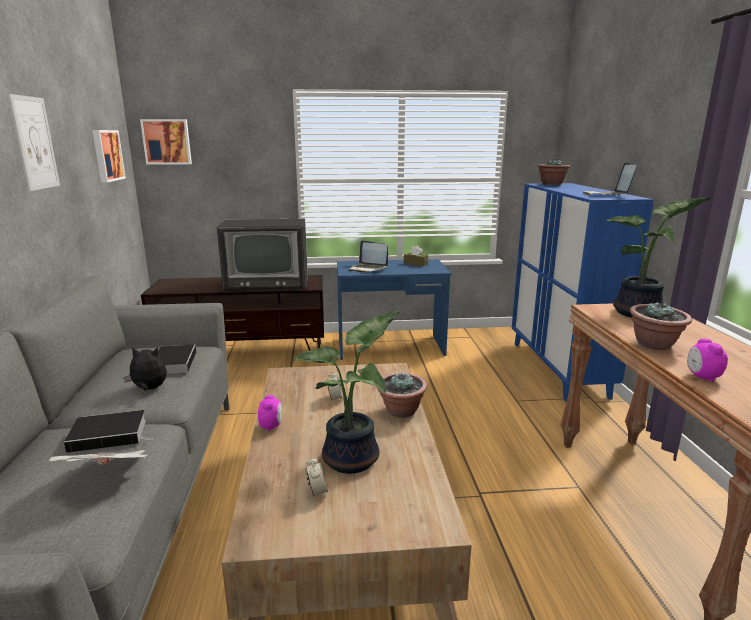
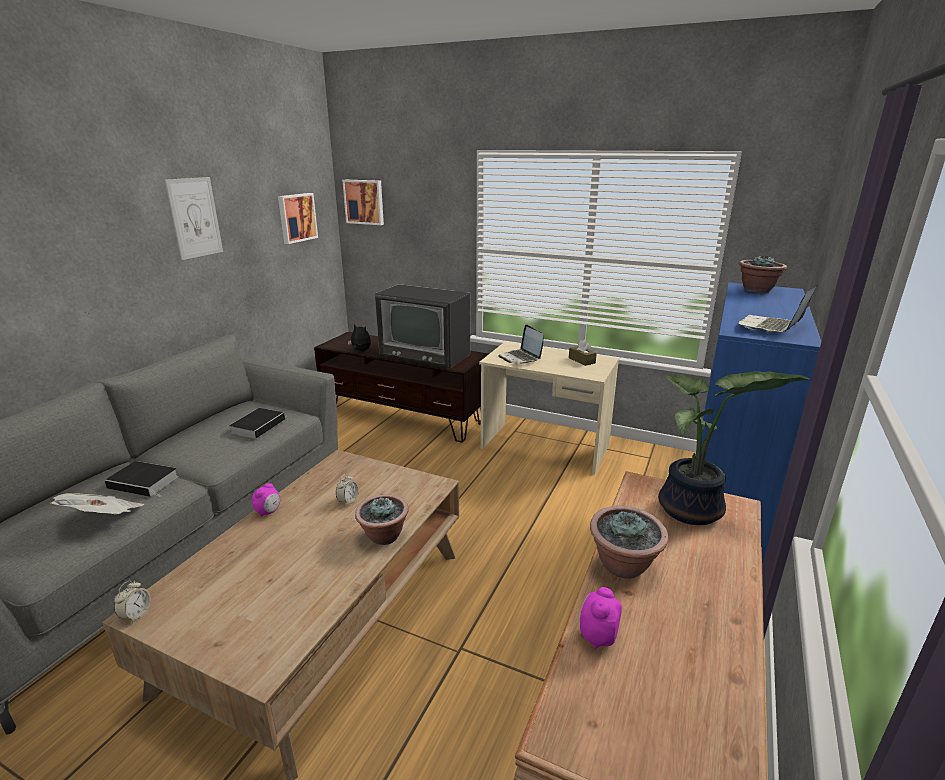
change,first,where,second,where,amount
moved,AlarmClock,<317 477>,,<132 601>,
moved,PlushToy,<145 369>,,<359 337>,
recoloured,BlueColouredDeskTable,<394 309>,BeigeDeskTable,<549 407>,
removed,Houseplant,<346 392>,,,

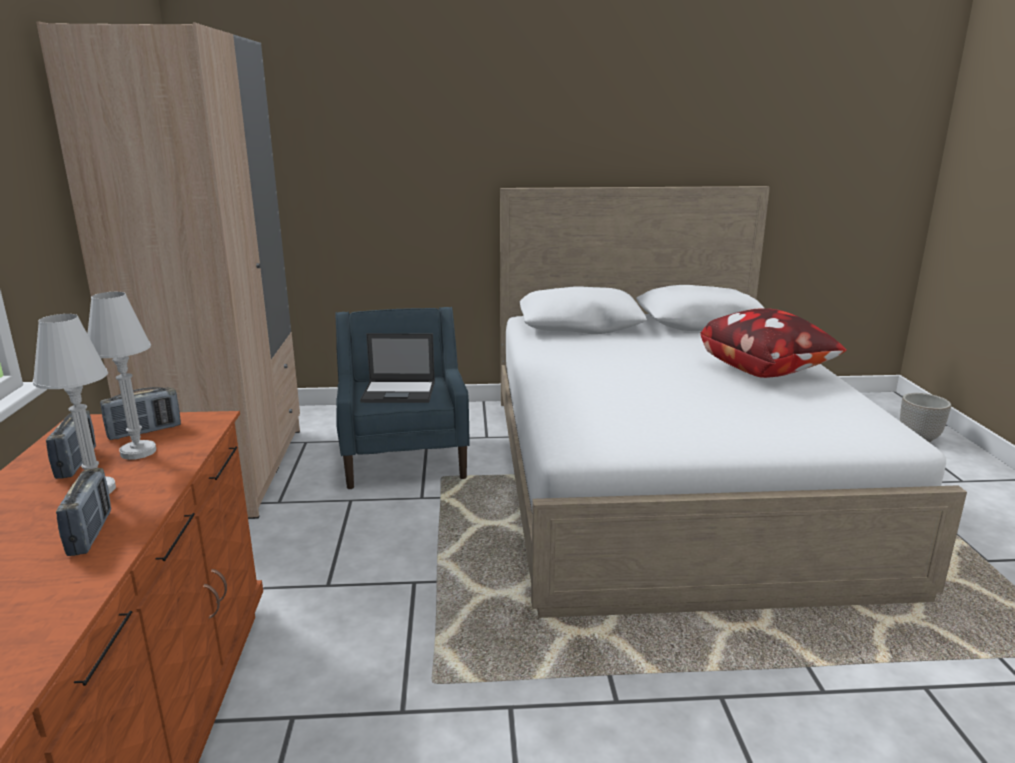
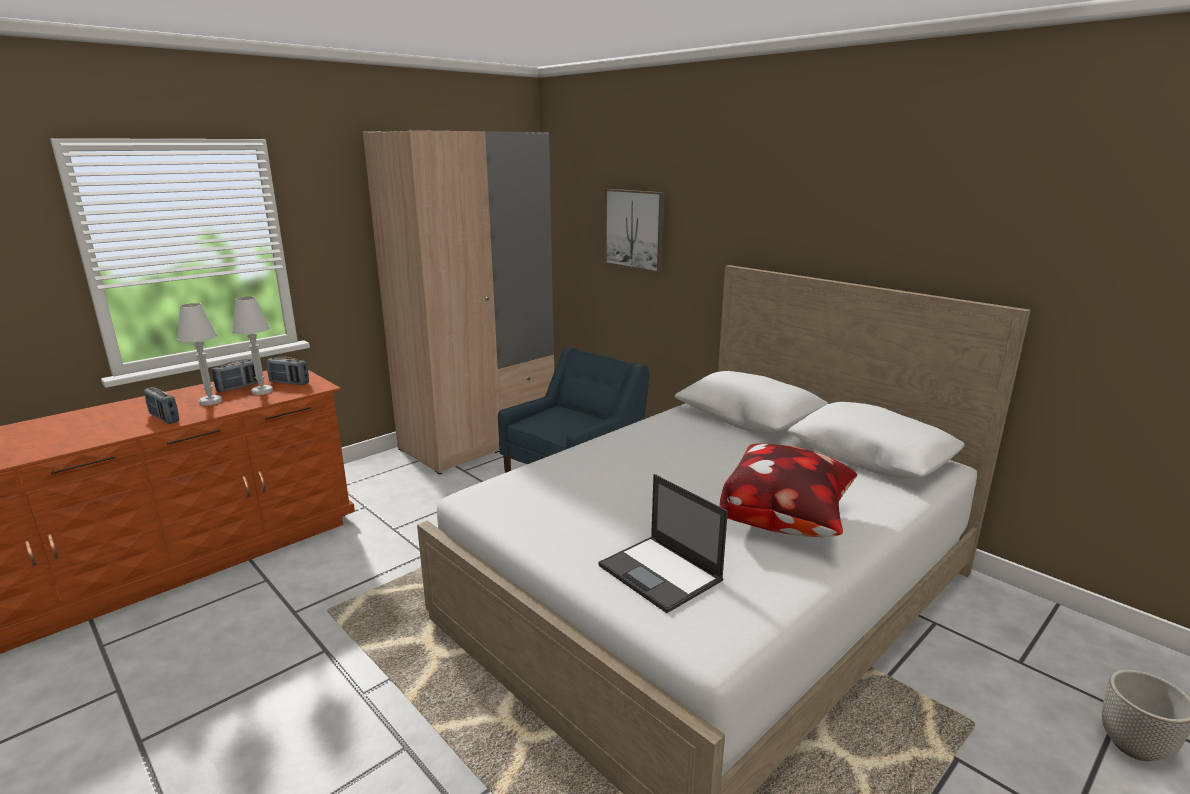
change,first,where,second,where,amount
turned,RadioReceiver,<83 512>,,<161 405>,90 degrees clockwise
moved,NotebookComputer,<397 368>,,<663 543>,
added,,,WallPicture,<634 231>,

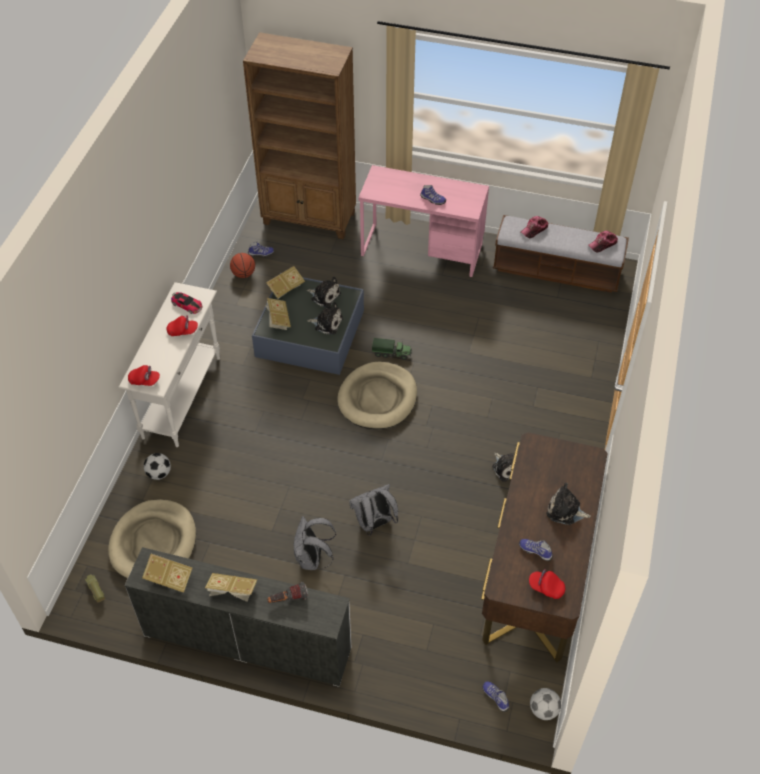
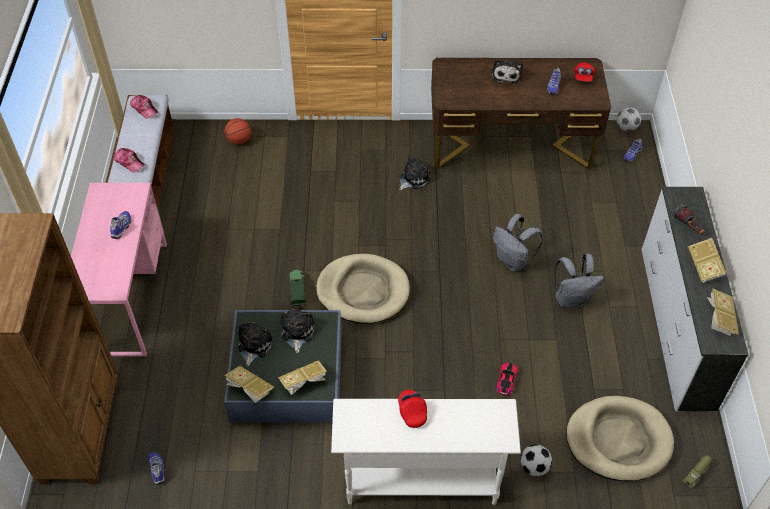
change,first,where,second,where,amount
moved,Basketball,<242 265>,,<238 131>,
moved,ModelCar,<187 303>,,<507 379>,
removed,ReddishBaseballCap,<144 375>,,,

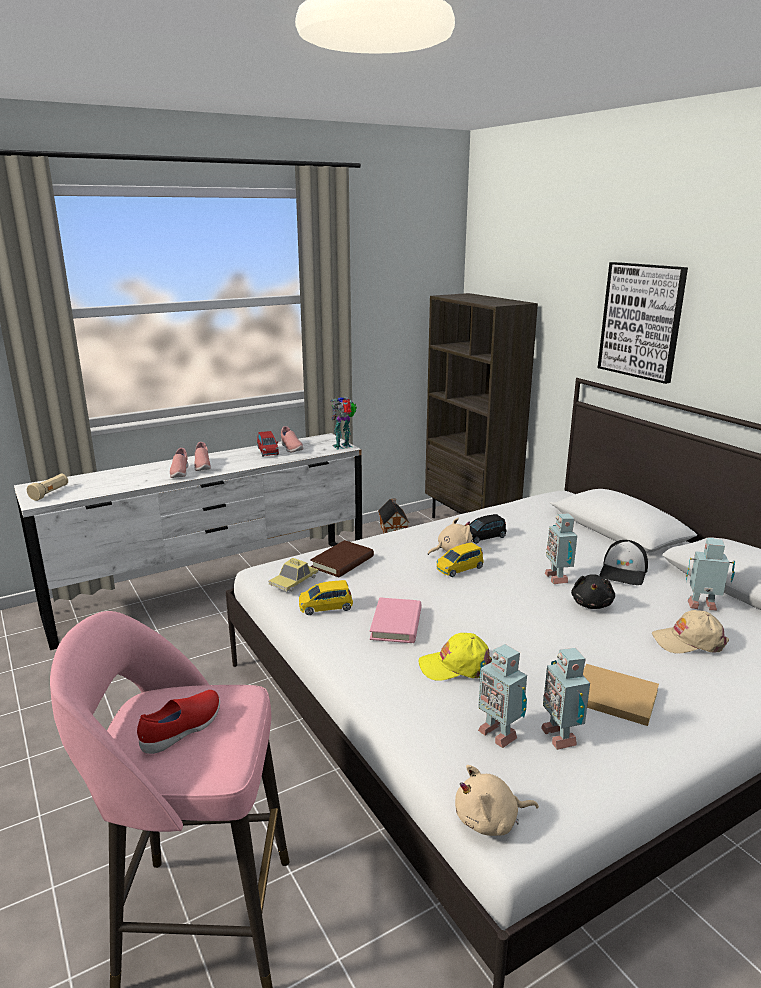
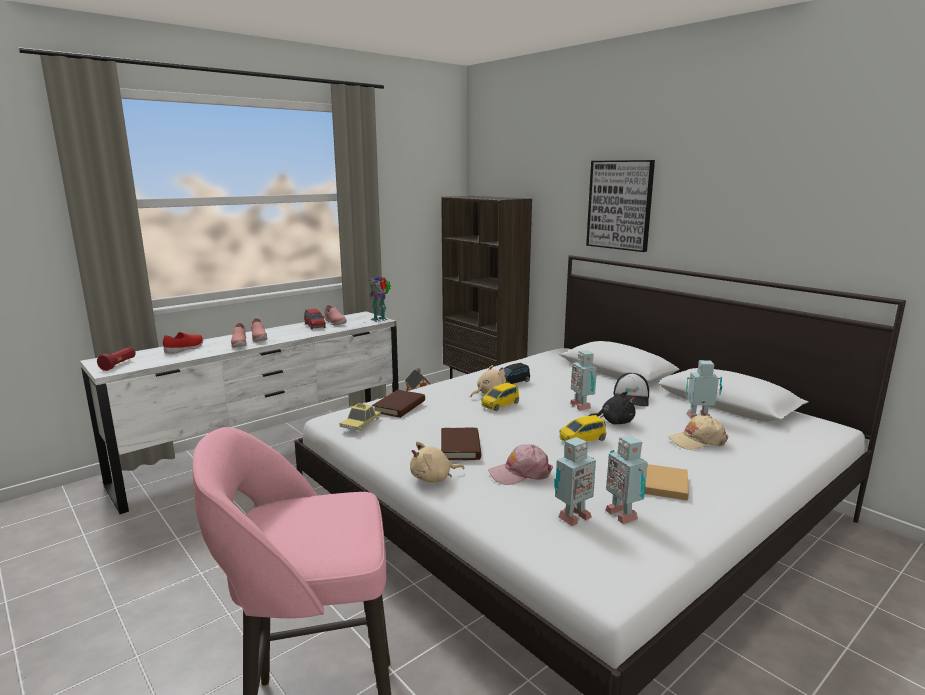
change,first,where,second,where,amount
recoloured,BeigeHandTorch,<47 487>,ReddishHandTorch,<116 359>,
moved,ReddishShoe,<178 722>,,<183 343>,
moved,BeigePlushToy,<497 800>,,<437 462>,
recoloured,PinkVolume,<396 620>,BrownishVolume,<461 444>,
recoloured,YellowBaseballCap,<455 657>,PinkBaseballCap,<520 464>,
turned,ToyRobot,<502 696>,,<575 481>,75 degrees counterclockwise
moved,YellowModelCar,<326 597>,,<583 428>,
turned,BlackPlushToy,<593 591>,,<612 408>,90 degrees counterclockwise

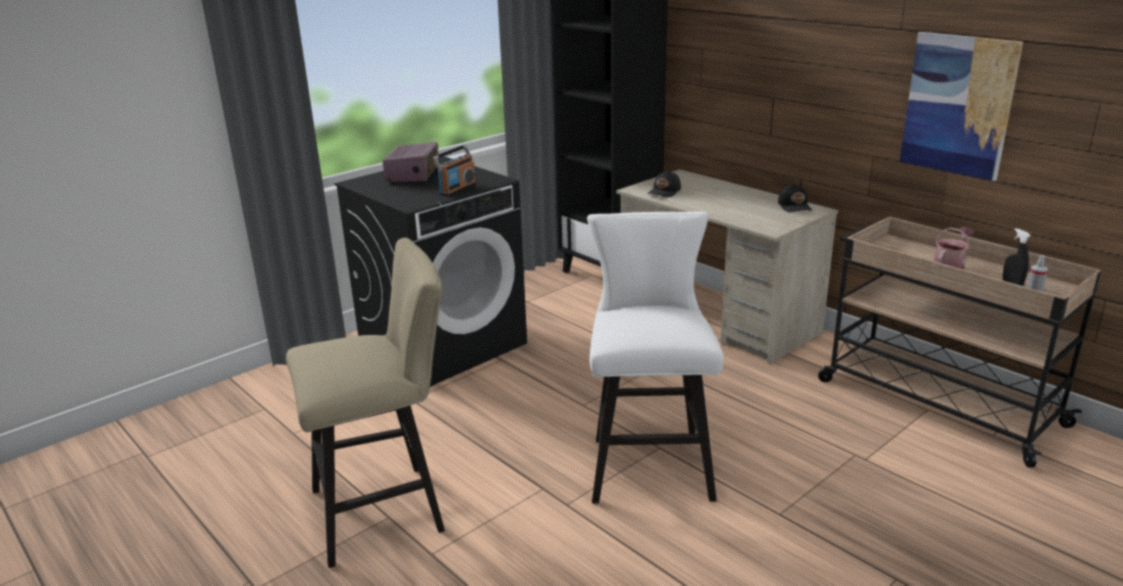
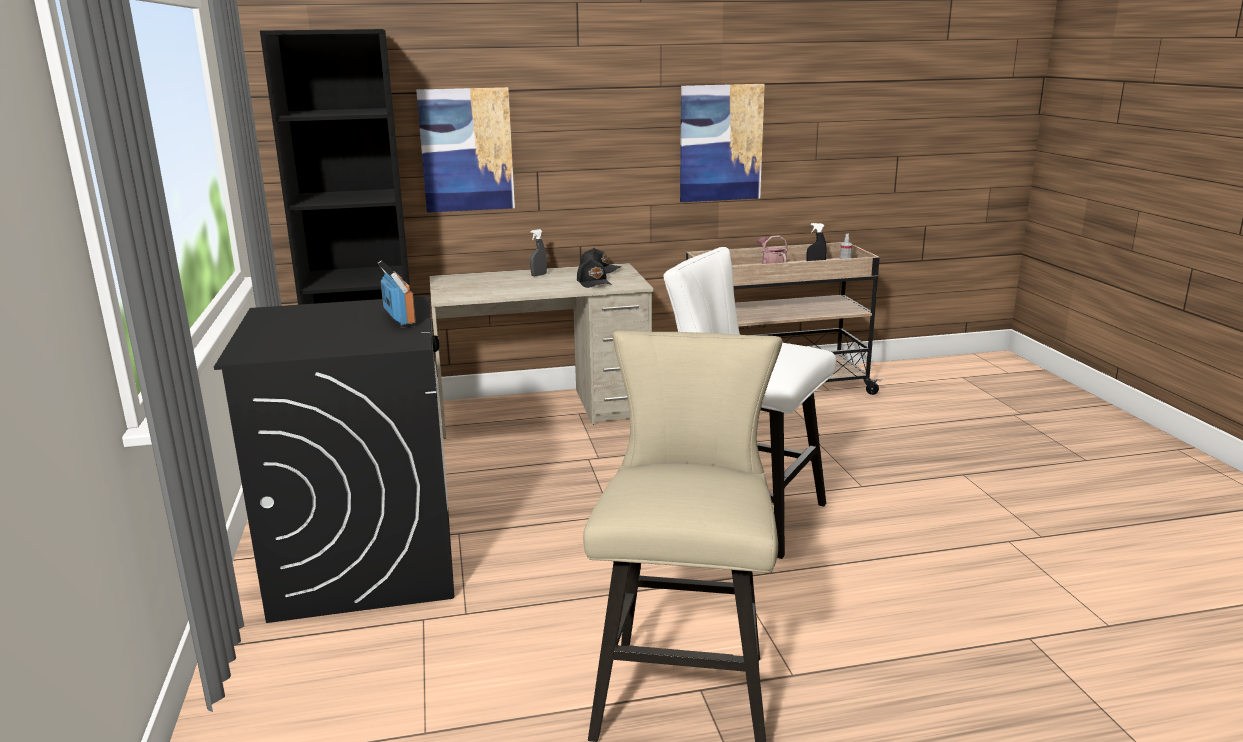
change,first,where,second,where,amount
added,,,WallPicture,<465 150>,
added,,,GreySprayBottle,<538 252>,
moved,BlackBaseballCap,<664 183>,,<594 273>,
removed,RadioReceiver,<411 162>,,,

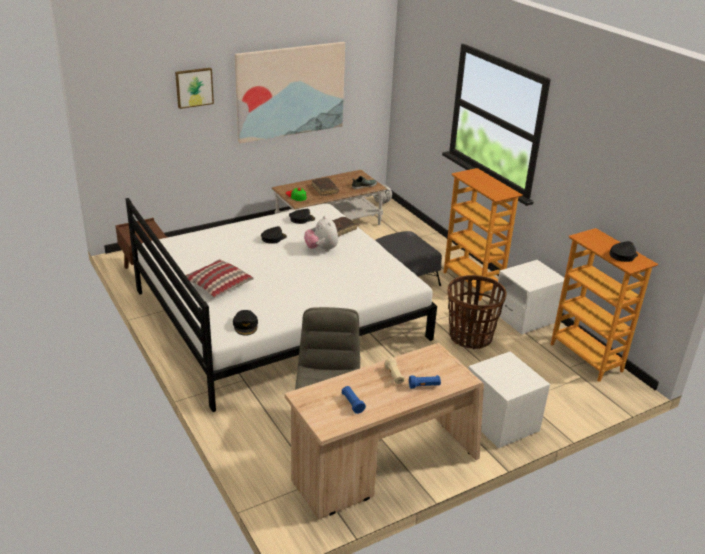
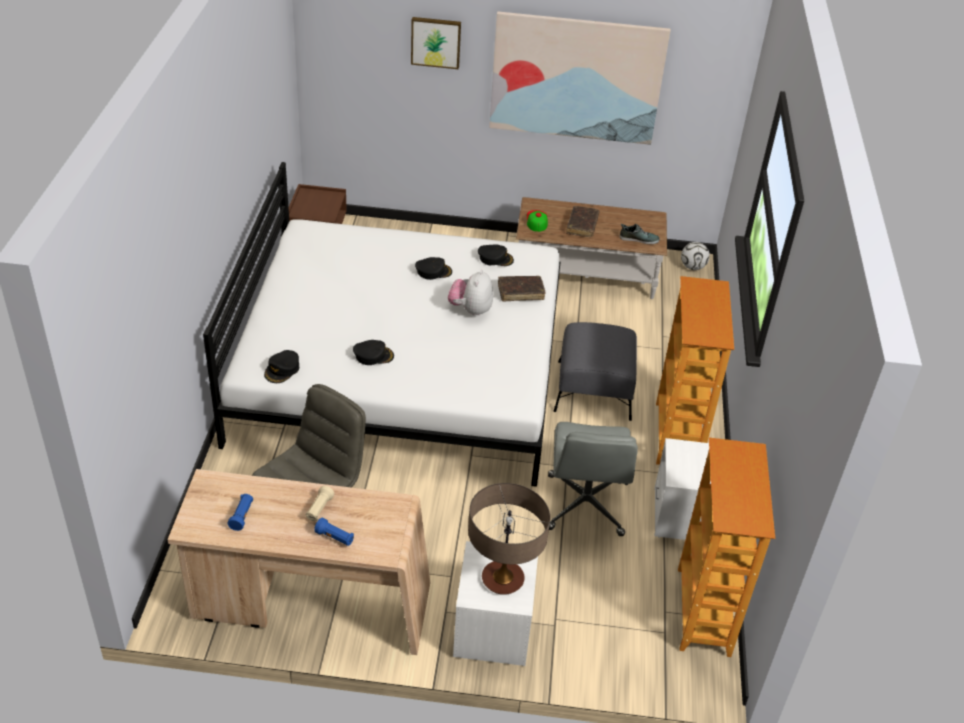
change,first,where,second,where,amount
moved,BlackBaseballCap,<623 251>,,<373 352>,
added,,,LampForATable,<509 539>,
replaced,HouseholdBasket,<477 312>,GreyComputerChair,<593 479>,
removed,ThrowPillow,<219 278>,,,

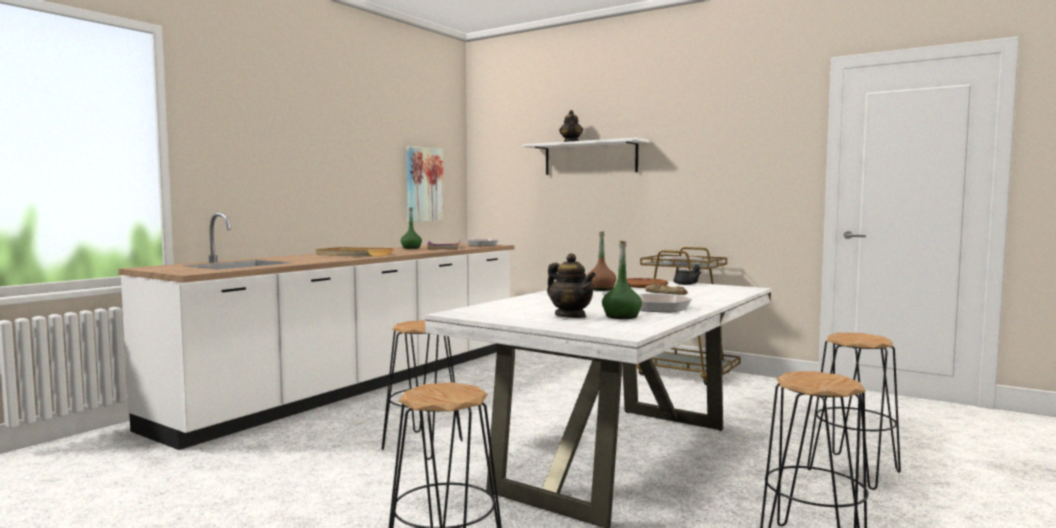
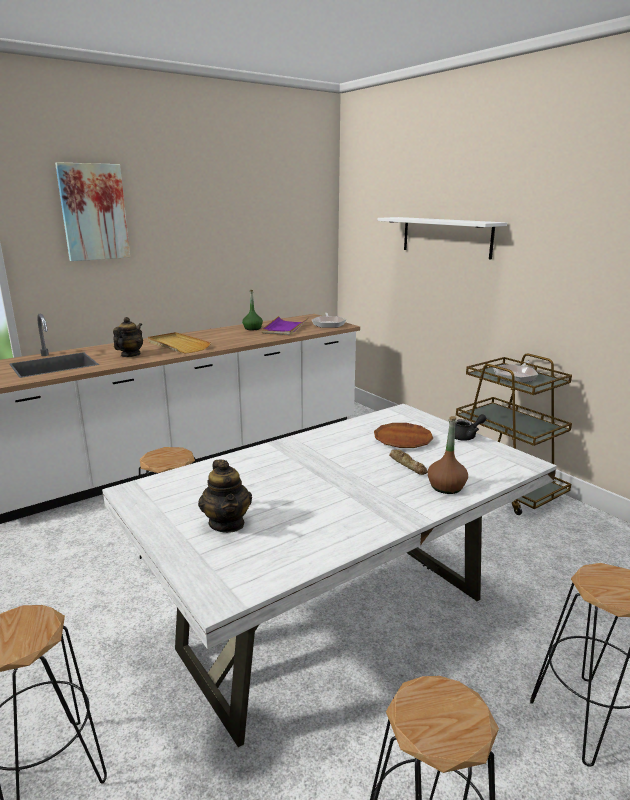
change,first,where,second,where,amount
moved,WallPicture,<425 184>,,<92 211>,
moved,Teapot,<571 126>,,<128 337>,
moved,BrownishDrinkBottle,<601 261>,,<448 455>,
removed,GreenishDrinkBottle,<622 279>,,,
removed,Skillet,<647 302>,,,

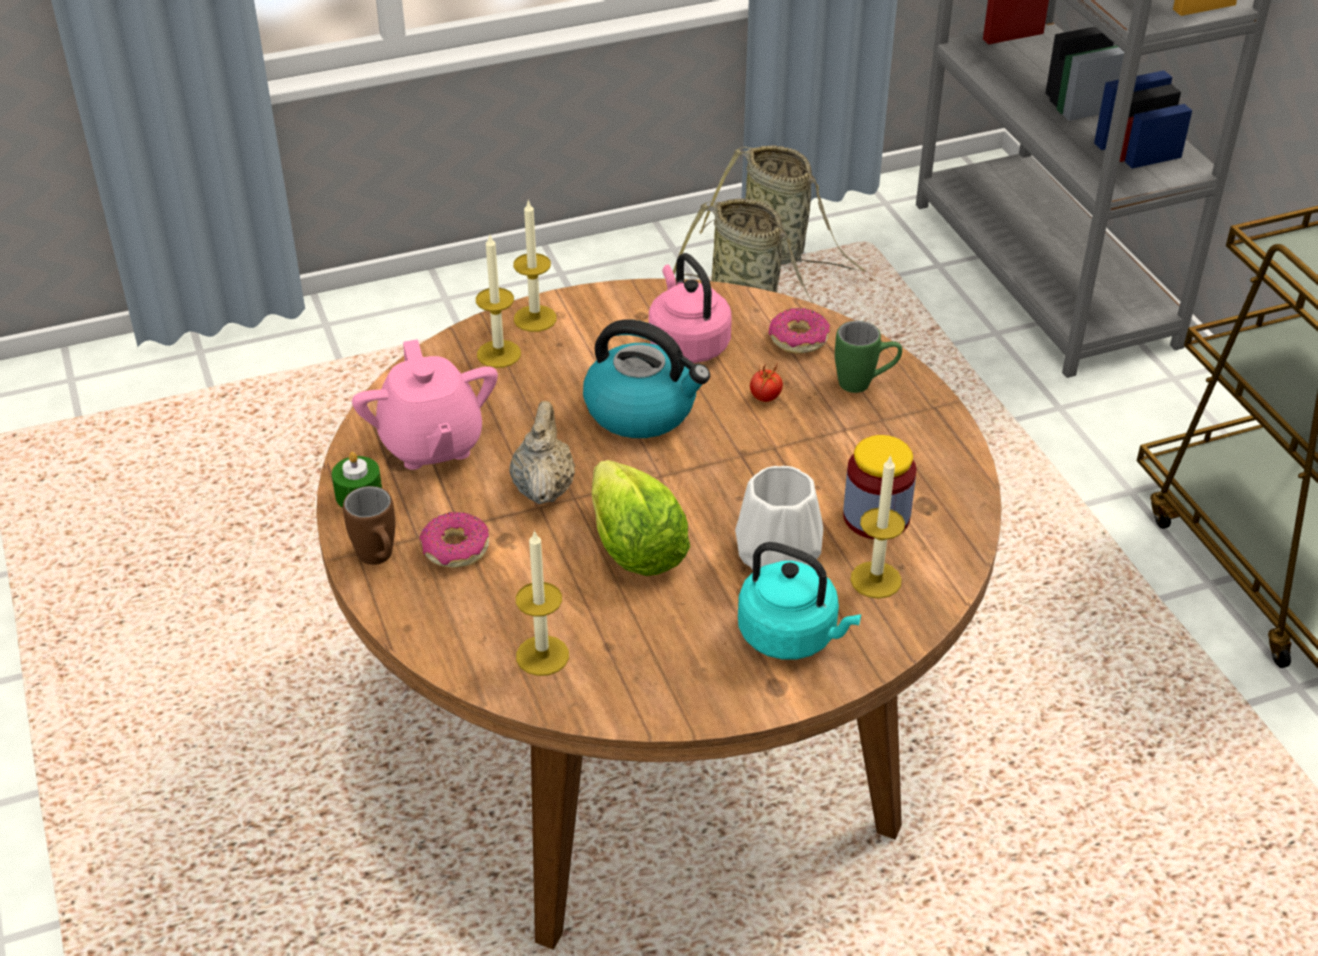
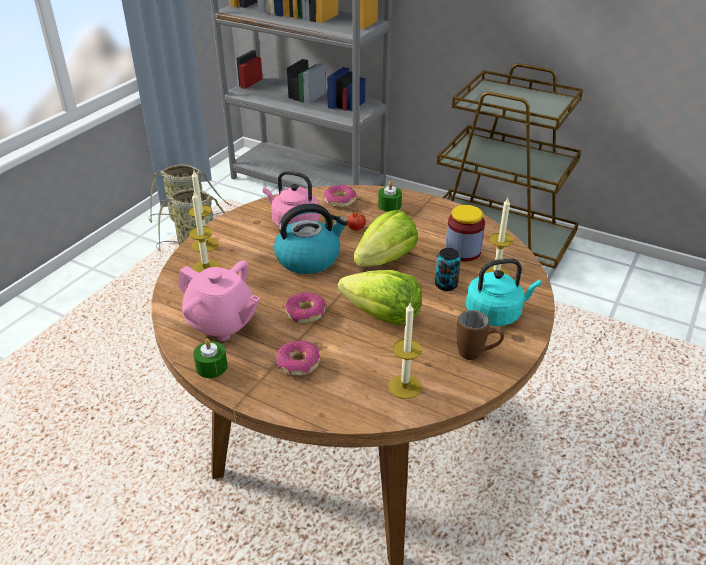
change,first,where,second,where,amount
replaced,BeigeTeapot,<542 452>,Doughnut,<306 308>,
added,,,Lettuce,<385 238>,
replaced,GreenishTeaMug,<868 357>,GreenishWaxLight,<390 196>,
replaced,WhitishDecorativeVase,<779 518>,MetalCan,<448 269>,
moved,BrownishTeaMug,<369 525>,,<480 335>,

